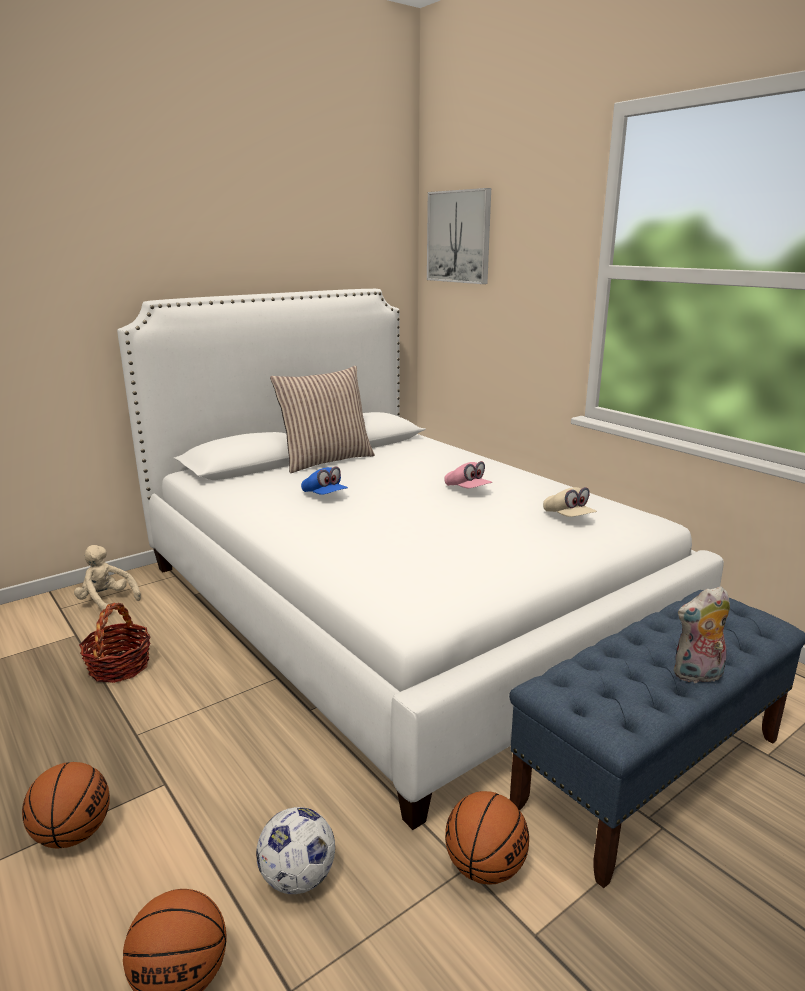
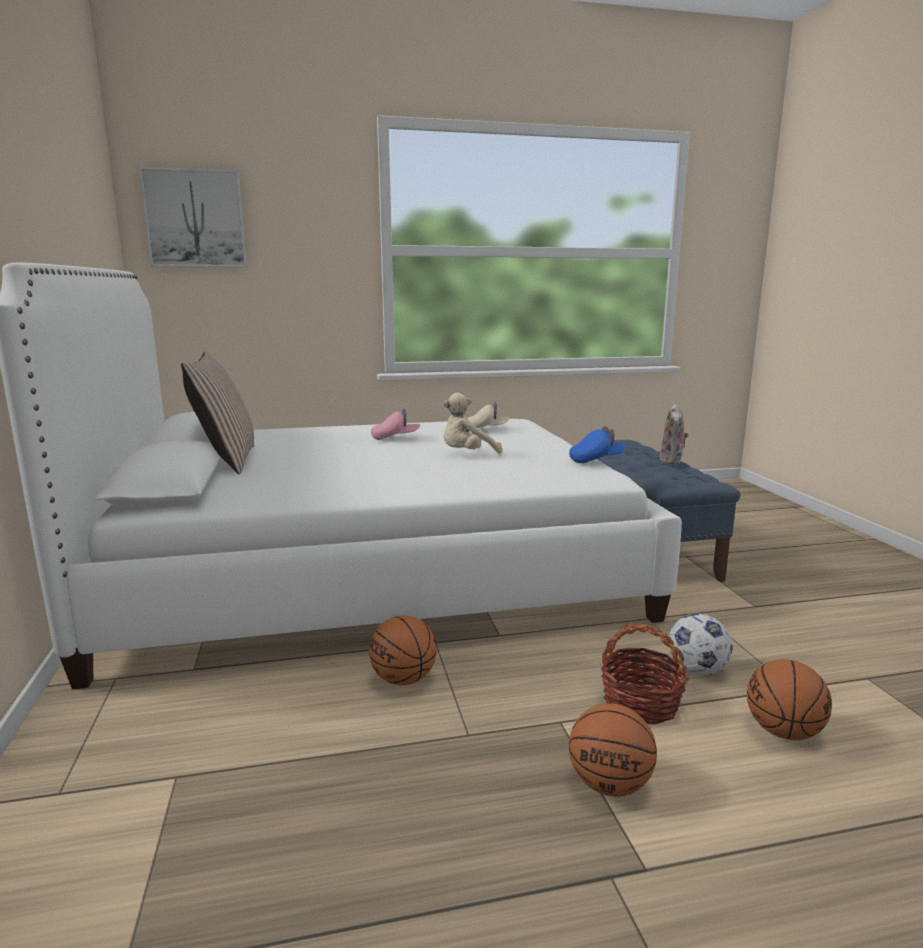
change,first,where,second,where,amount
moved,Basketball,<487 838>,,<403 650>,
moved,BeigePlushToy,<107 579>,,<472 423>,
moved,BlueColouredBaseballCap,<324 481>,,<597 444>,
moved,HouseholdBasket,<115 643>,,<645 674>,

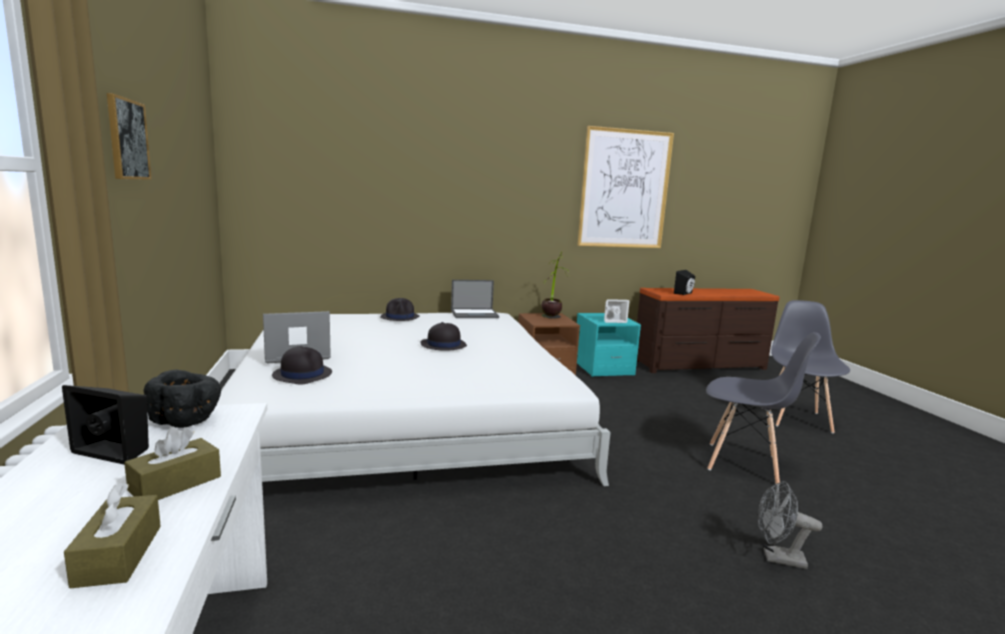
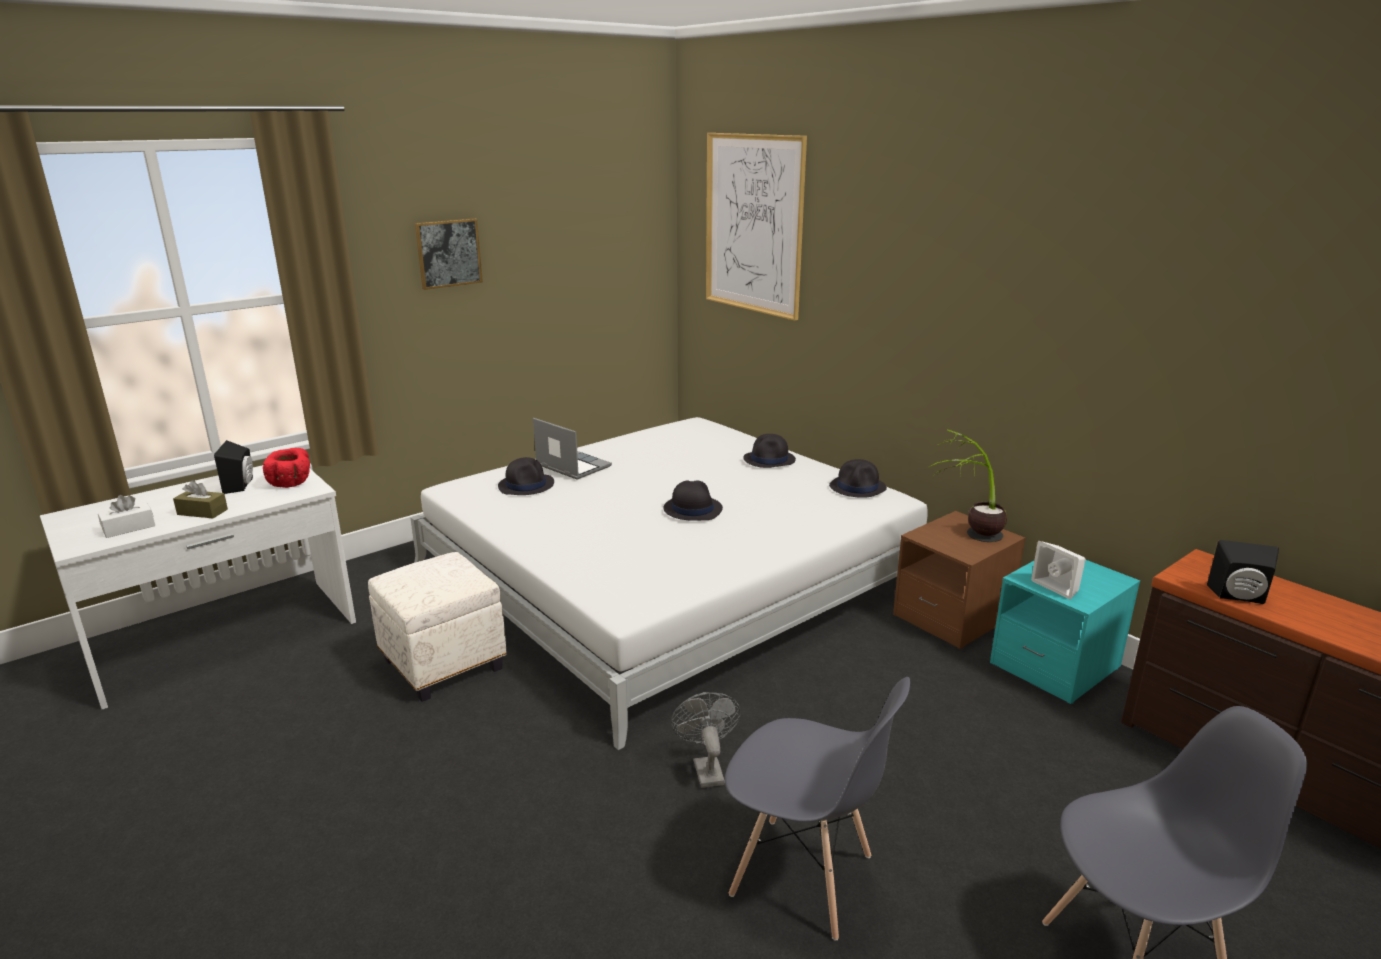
change,first,where,second,where,amount
recoloured,BrownishTissueBox,<112 535>,WhitishTissueBox,<126 516>,
recoloured,BlackBowl,<182 398>,ReddishBowl,<286 468>,
added,,,WhitishPouffe,<437 627>,
moved,GreyFan,<790 525>,,<705 740>,
moved,WallPicture,<625 187>,,<756 227>,
turned,GreyChair,<763 408>,,<817 808>,60 degrees counterclockwise
replaced,NotebookComputer,<475 299>,BlackWearableHat,<858 478>,

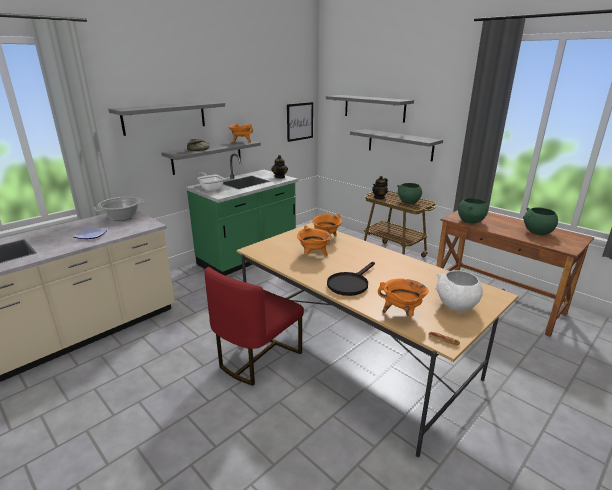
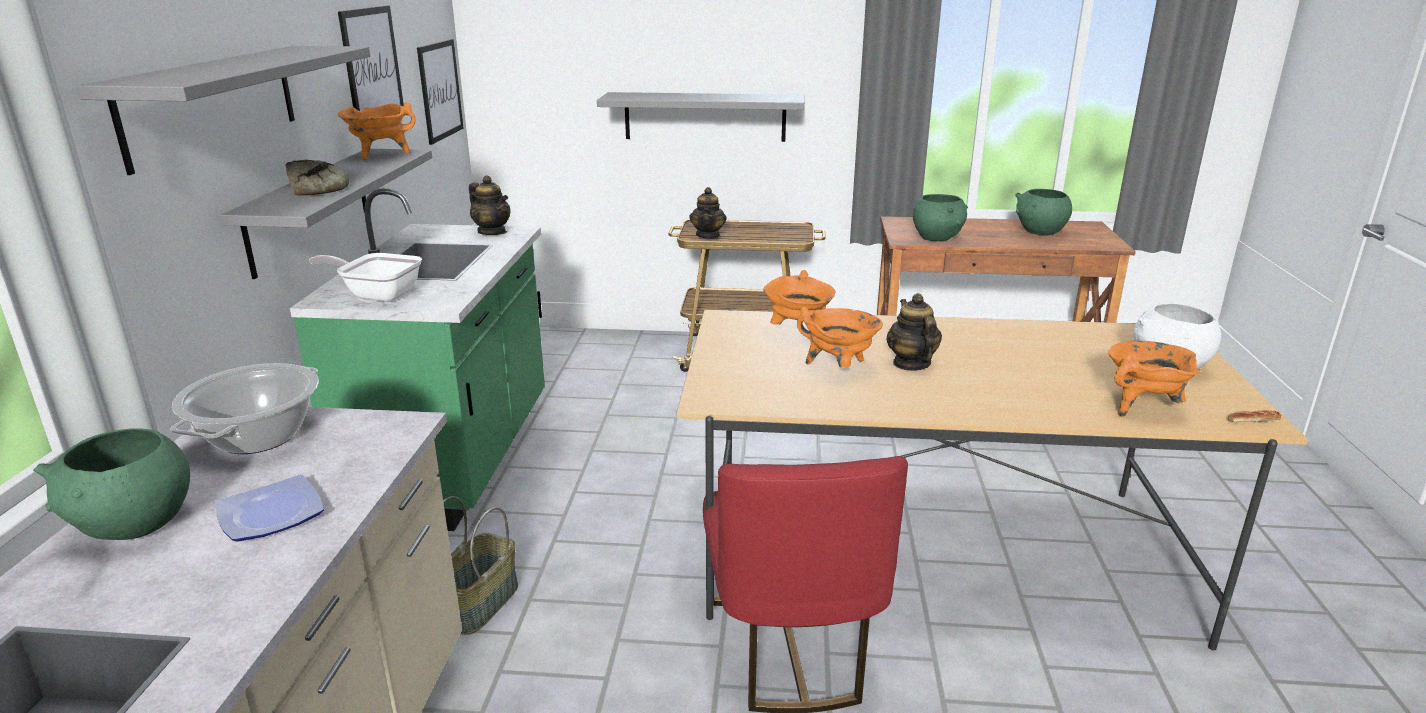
change,first,where,second,where,amount
moved,GreenishBowl,<409 193>,,<111 484>,
added,,,WallPicture,<371 58>,
added,,,HouseholdBasket,<480 565>,
added,,,Teapot,<914 332>,
removed,GreyBracketShelf,<370 109>,,,
removed,BlackSkillet,<351 279>,,,

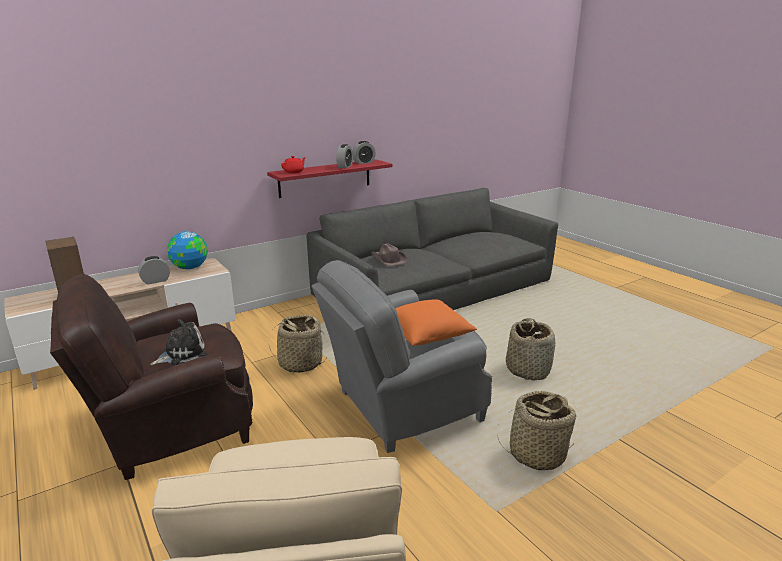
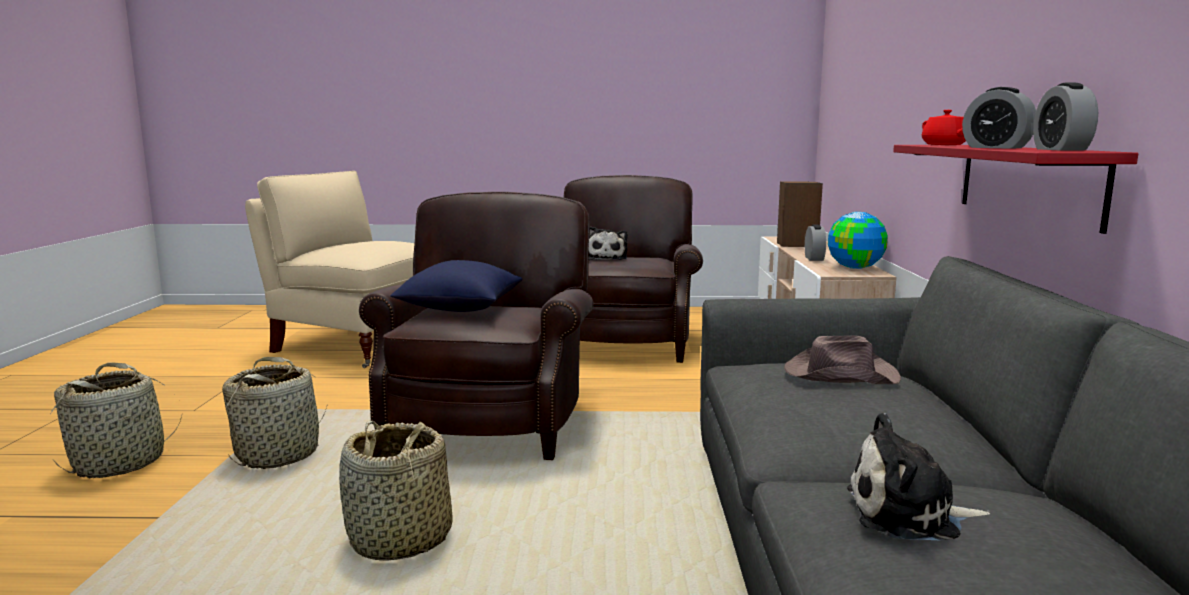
change,first,where,second,where,amount
moved,HouseholdBasket,<298 344>,,<116 420>,
recoloured,GreyLoungeChair,<401 356>,BrownishLoungeChair,<476 326>,
recoloured,OrangeColouredThrowPillow,<436 323>,BlueColouredThrowPillow,<456 286>,
added,,,PlushToy,<918 476>,

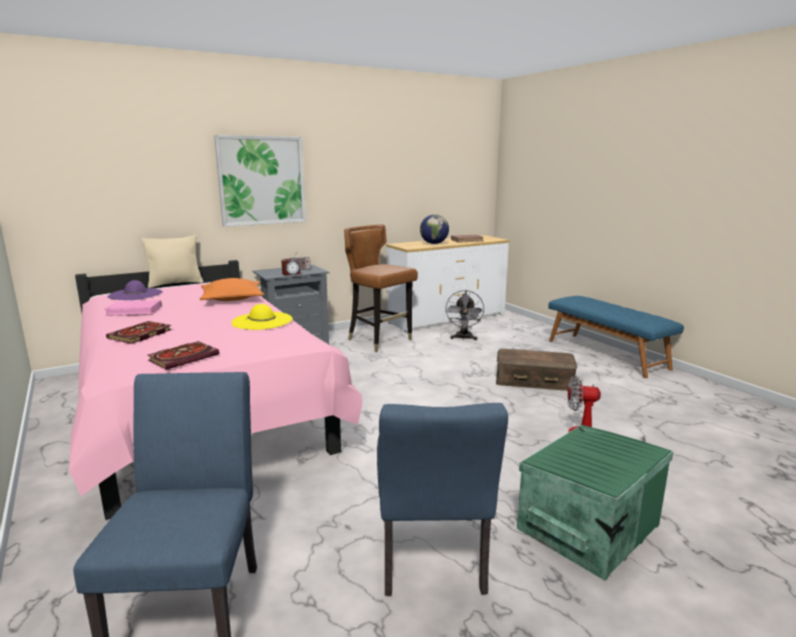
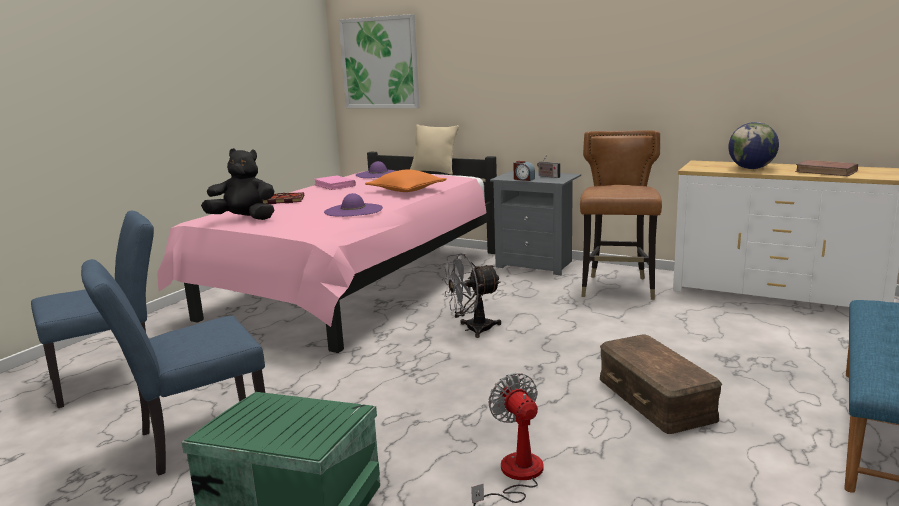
change,first,where,second,where,amount
replaced,Volume,<183 355>,BlackPlushToy,<237 184>,
recoloured,YellowWearableHat,<262 317>,PurplishWearableHat,<353 205>,
moved,WallPicture,<260 181>,,<379 61>,
moved,GreyFan,<464 315>,,<471 295>,

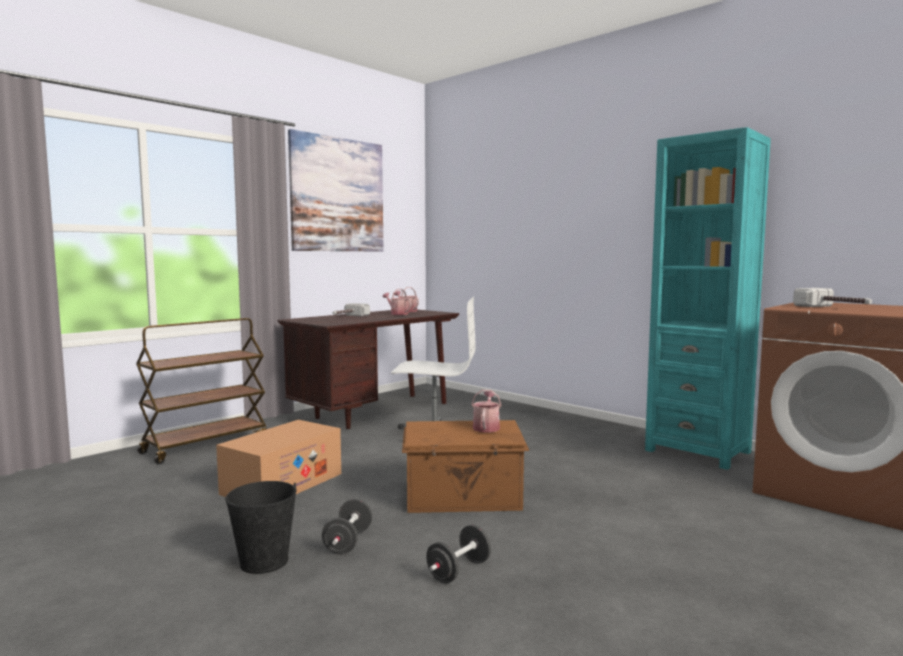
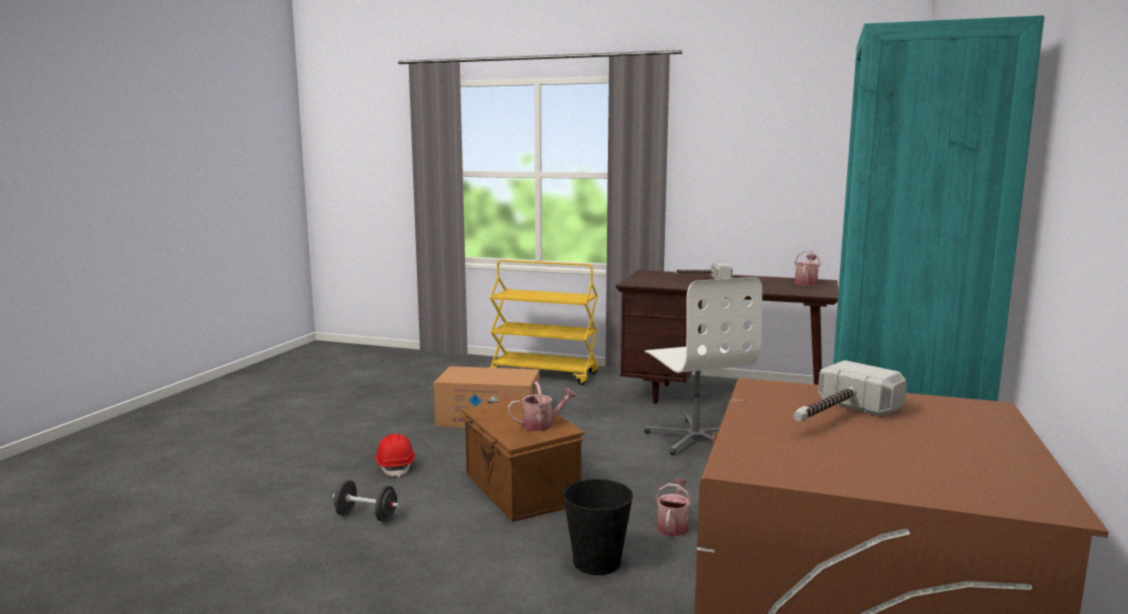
change,first,where,second,where,amount
replaced,BlackDumbbell,<347 526>,ReddishSafetyHelmet,<395 456>,
recoloured,BrownishWheeledCart,<201 391>,YellowWheeledCart,<544 322>,
moved,BlackPail,<261 527>,,<598 527>,
moved,WateringCan,<397 302>,,<673 507>,
removed,WallPicture,<335 190>,,,

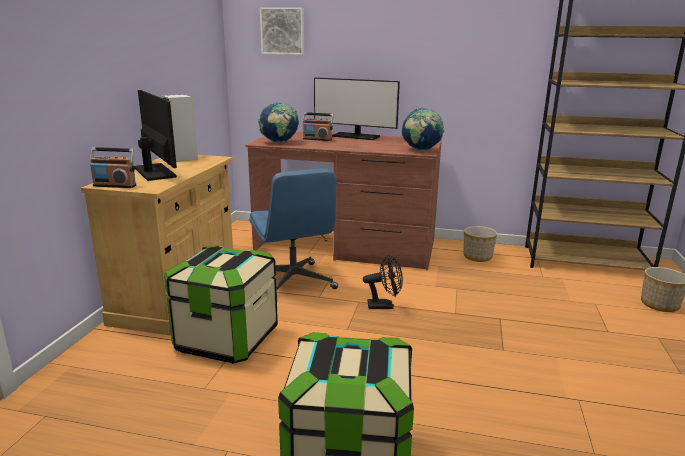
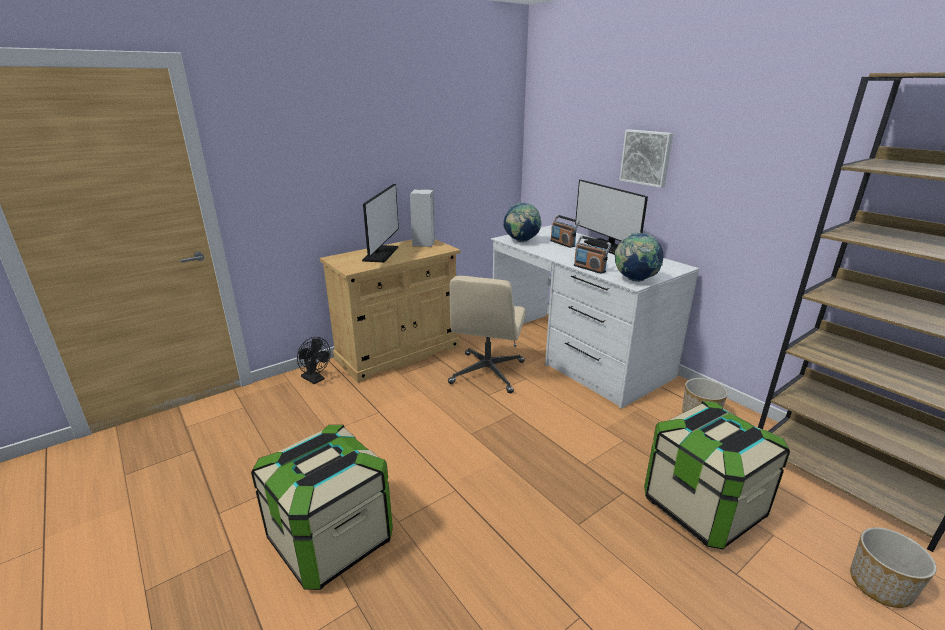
change,first,where,second,where,amount
moved,BlackFan,<383 281>,,<314 360>,
recoloured,BlueColouredComputerChair,<293 229>,BeigeComputerChair,<487 334>,
recoloured,BrownishDeskTable,<343 200>,WhitishDeskTable,<595 317>,
moved,RadioReceiver,<112 167>,,<593 255>,
moved,WallPicture,<282 31>,,<646 158>,
moved,StorageBox,<221 304>,,<717 475>,

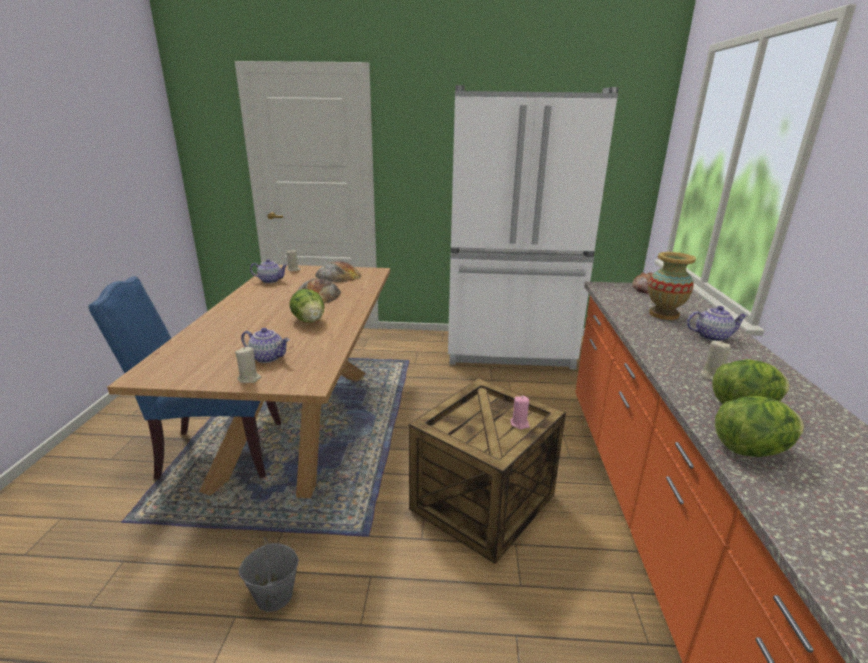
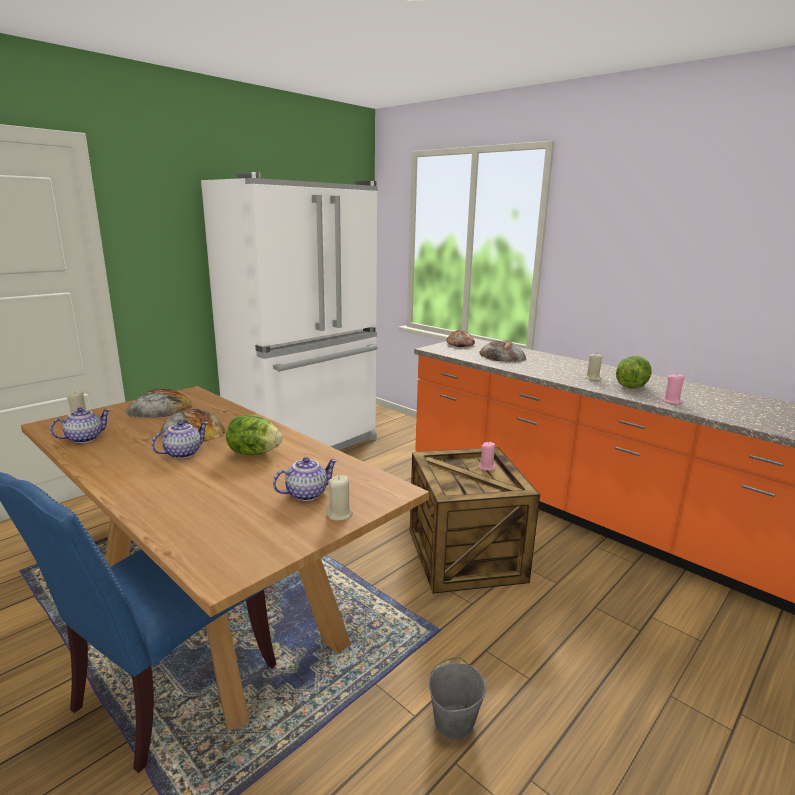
change,first,where,second,where,amount
moved,Teapot,<717 323>,,<179 440>,
replaced,DecorativeVase,<672 286>,BakeryBread,<502 351>,
replaced,Lettuce,<759 426>,PinkWaxLight,<673 388>,

